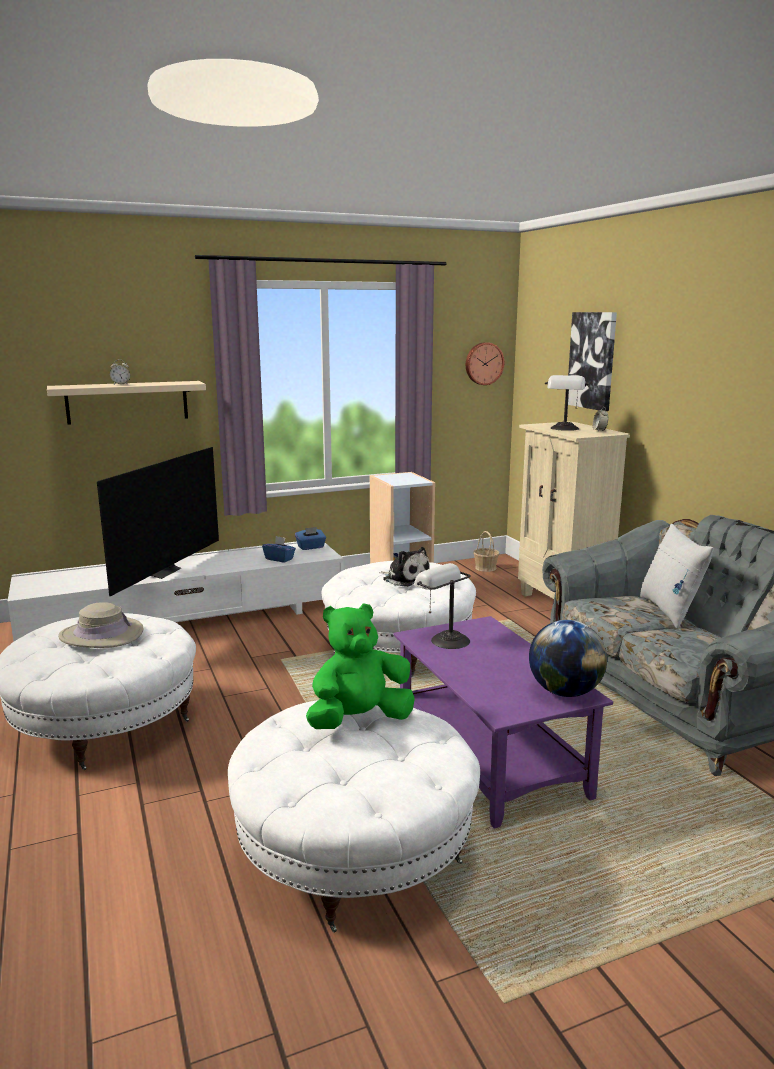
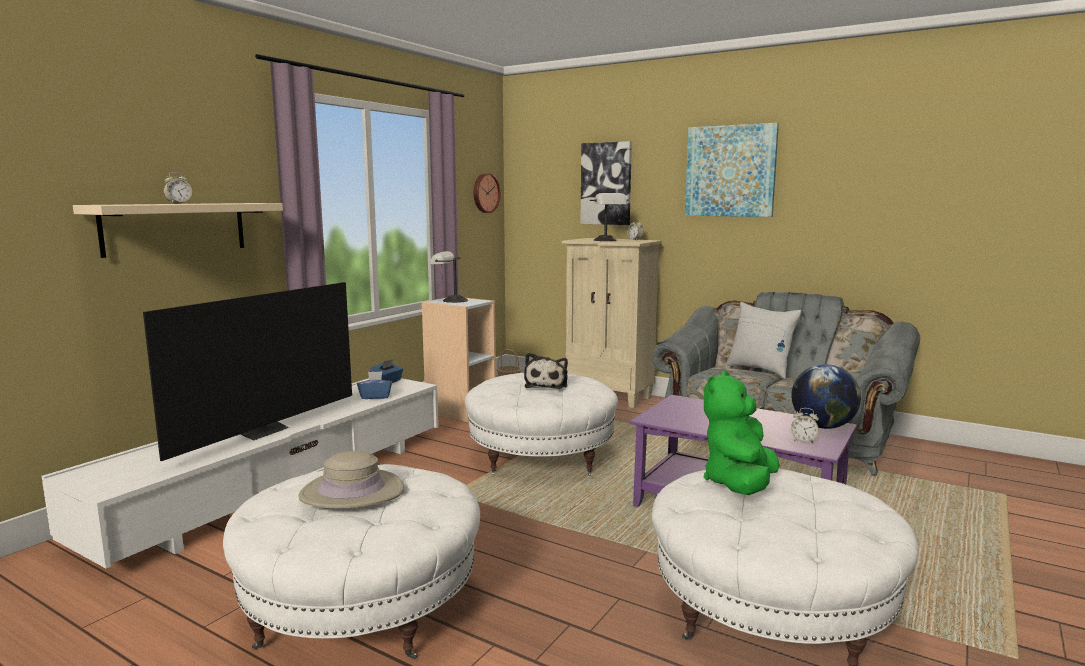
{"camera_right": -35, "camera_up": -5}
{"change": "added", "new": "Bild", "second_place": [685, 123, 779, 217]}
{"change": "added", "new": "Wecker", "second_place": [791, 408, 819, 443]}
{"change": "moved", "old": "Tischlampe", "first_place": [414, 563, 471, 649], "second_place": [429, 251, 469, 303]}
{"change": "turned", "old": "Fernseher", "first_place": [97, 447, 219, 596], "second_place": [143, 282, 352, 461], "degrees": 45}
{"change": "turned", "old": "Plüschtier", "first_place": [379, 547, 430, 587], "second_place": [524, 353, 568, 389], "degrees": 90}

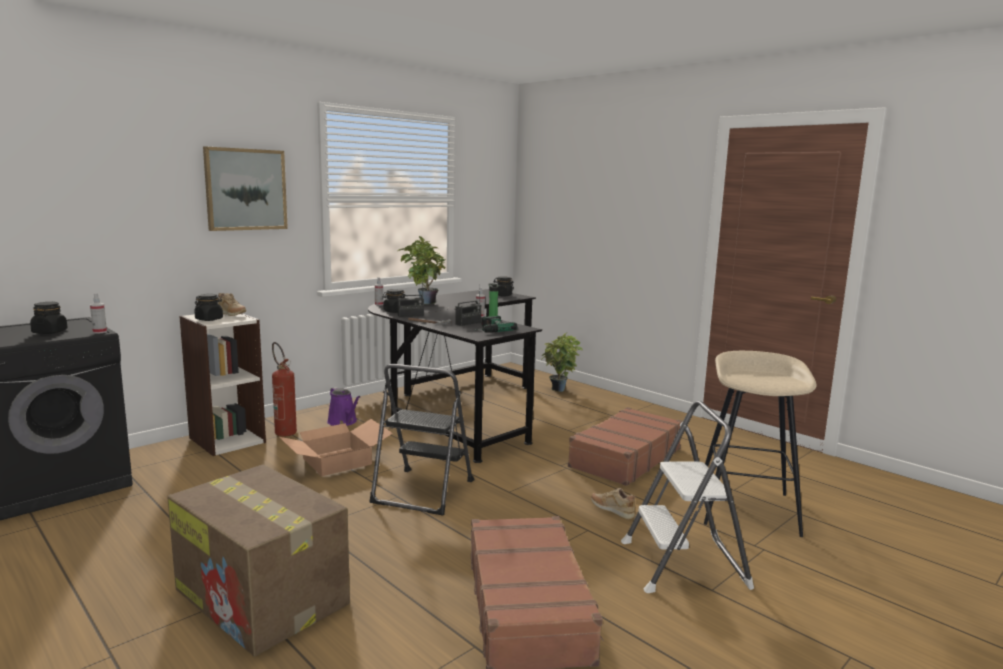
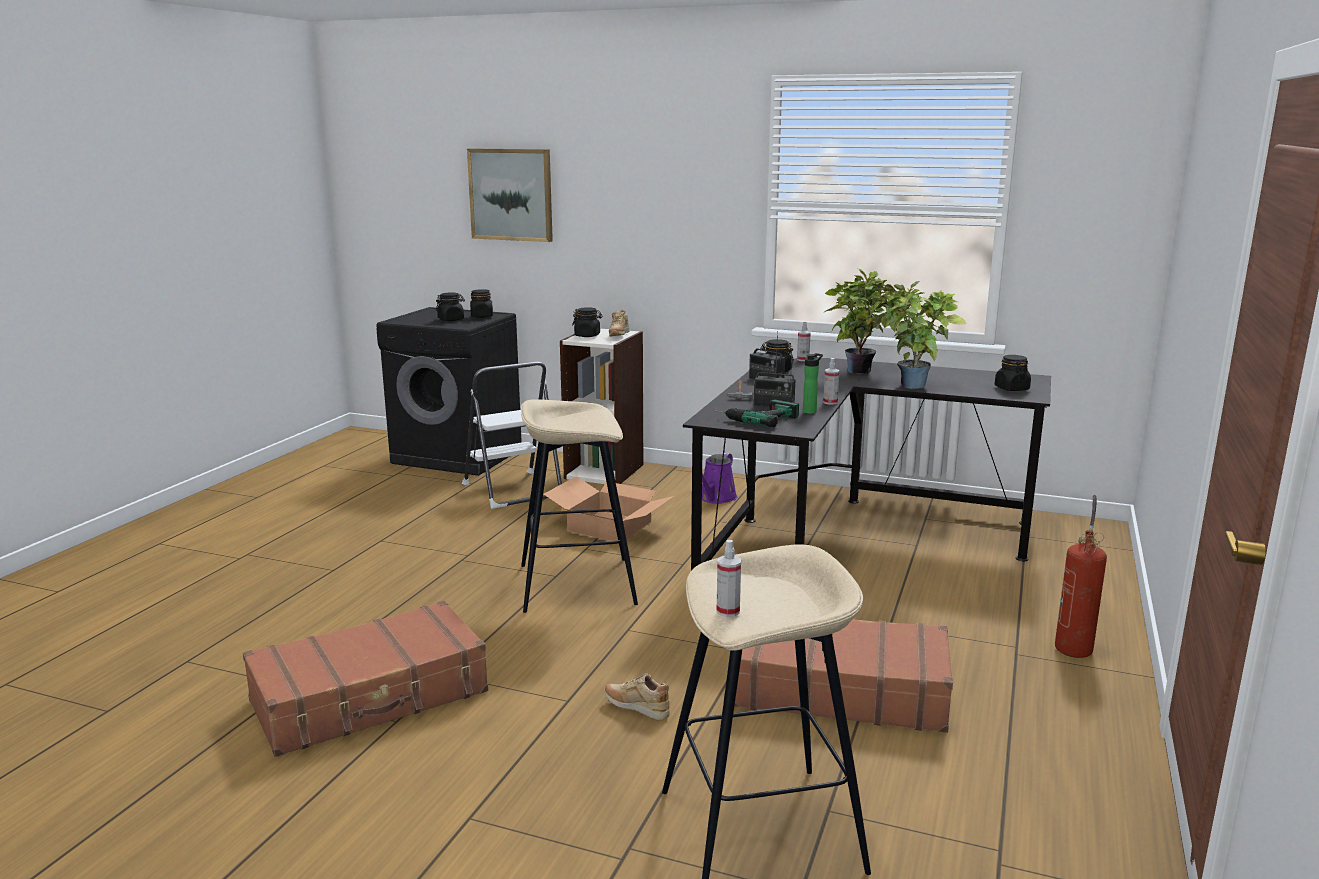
{"camera_right": 65, "camera_up": 5}
{"change": "removed", "old": "Karton", "first_place": [167, 465, 350, 656]}
{"change": "added", "new": "Vorratsglas [schwarz]", "second_place": [470, 289, 493, 318]}
{"change": "moved", "old": "Sprühflasche", "first_place": [90, 294, 107, 334], "second_place": [716, 540, 741, 617]}
{"change": "moved", "old": "Bild", "first_place": [203, 146, 288, 231], "second_place": [467, 148, 553, 242]}
{"change": "moved", "old": "Feuerlöscher", "first_place": [272, 342, 297, 437], "second_place": [1055, 495, 1107, 658]}
{"change": "moved", "old": "Topfpflanze", "first_place": [542, 332, 583, 392], "second_place": [872, 281, 966, 389]}
{"change": "moved", "old": "Trittleiter [weiß]", "first_place": [621, 401, 754, 593], "second_place": [462, 361, 562, 509]}
{"change": "replaced", "old": "Trittleiter [schwarz]", "new": "Hocker [beige]", "first_place": [370, 364, 475, 516], "second_place": [521, 399, 638, 613]}
{"change": "turned", "old": "Schuh [beige]", "first_place": [591, 487, 635, 520], "second_place": [604, 673, 670, 721], "degrees": -75}

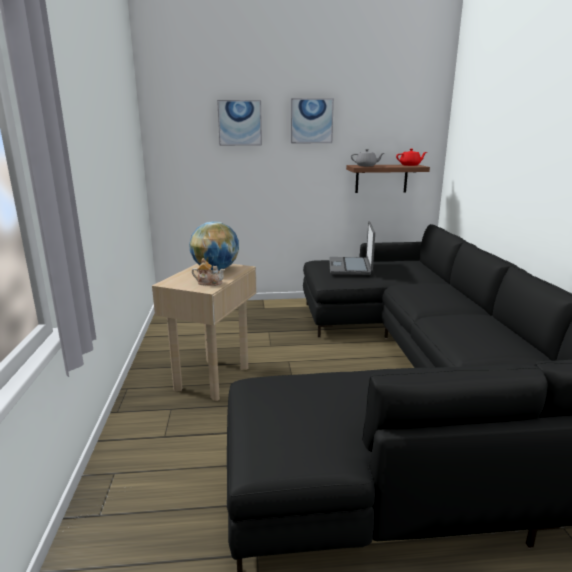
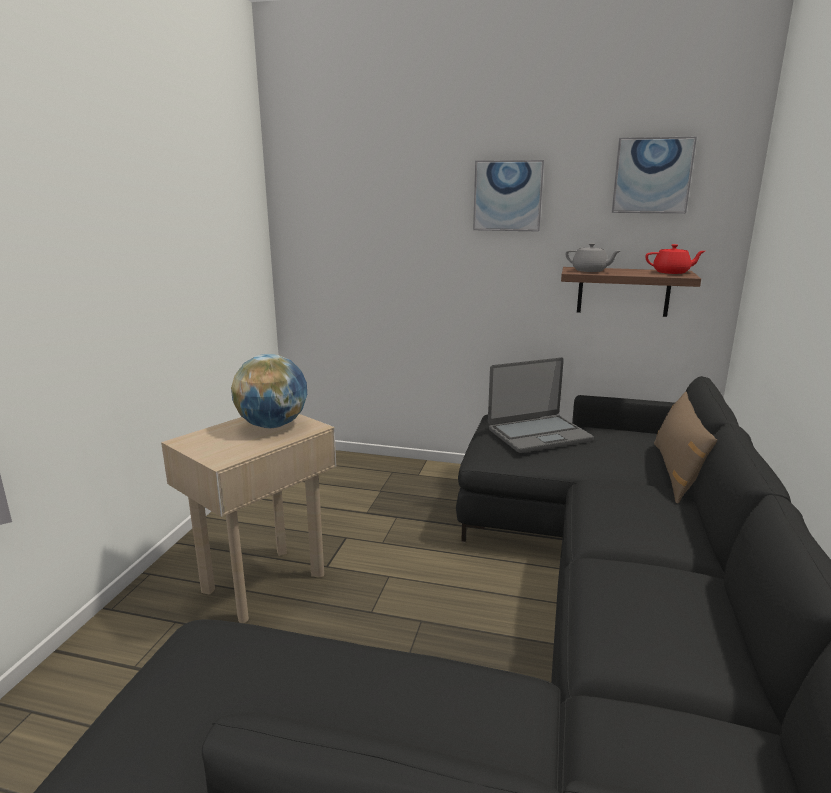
{"camera_right": 20, "camera_up": 0}
{"change": "removed", "old": "Teekanne", "first_place": [192, 258, 225, 286]}
{"change": "added", "new": "Kissen [braun]", "second_place": [654, 391, 717, 503]}
{"change": "moved", "old": "Bild", "first_place": [217, 100, 262, 146], "second_place": [612, 137, 697, 214]}
{"change": "turned", "old": "Laptop", "first_place": [329, 221, 375, 275], "second_place": [488, 357, 594, 453], "degrees": -135}

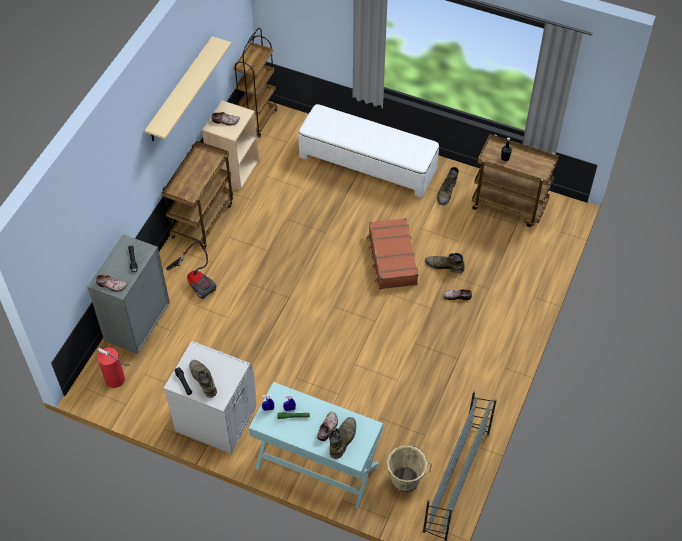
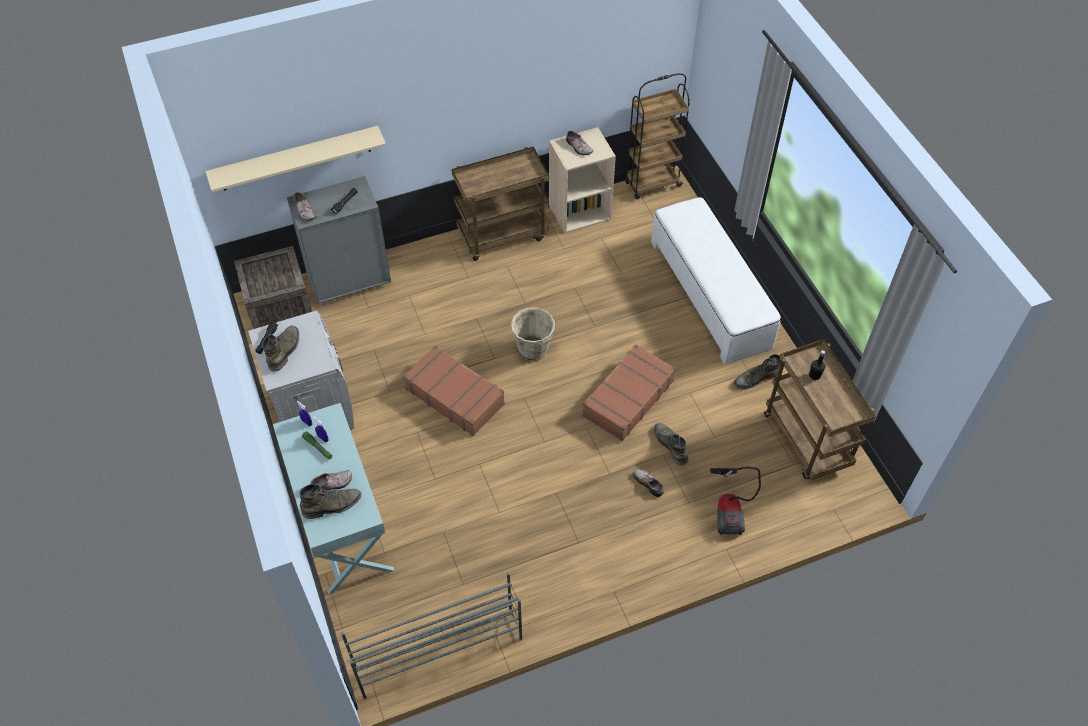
{"camera_right": 45, "camera_up": 0}
{"change": "added", "new": "Koffer [braun]", "second_place": [403, 345, 505, 436]}
{"change": "moved", "old": "Wandregal [beige]", "first_place": [145, 36, 232, 141], "second_place": [205, 126, 386, 192]}
{"change": "moved", "old": "Staubsauger", "first_place": [166, 241, 216, 299], "second_place": [710, 467, 761, 535]}
{"change": "moved", "old": "Eimer [beige]", "first_place": [387, 446, 432, 493], "second_place": [511, 307, 557, 361]}
{"change": "replaced", "old": "Feuerlöscher", "new": "Kiste", "first_place": [98, 347, 130, 388], "second_place": [234, 246, 312, 329]}

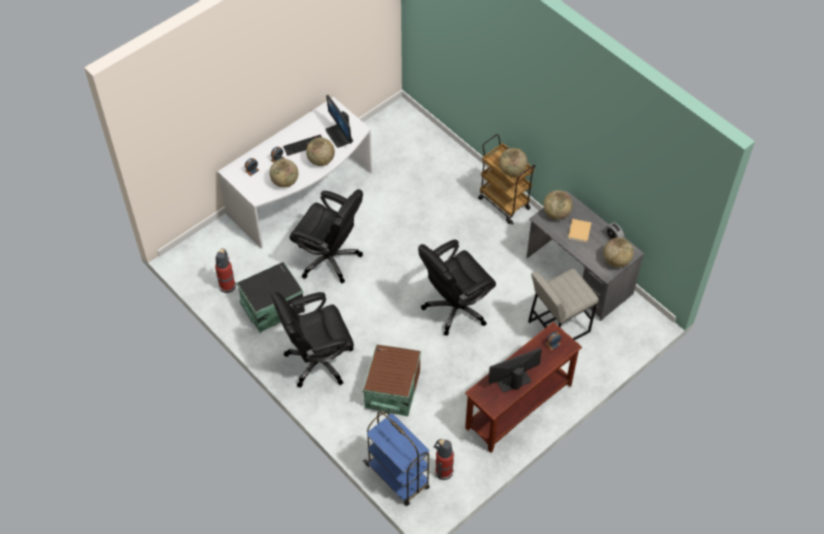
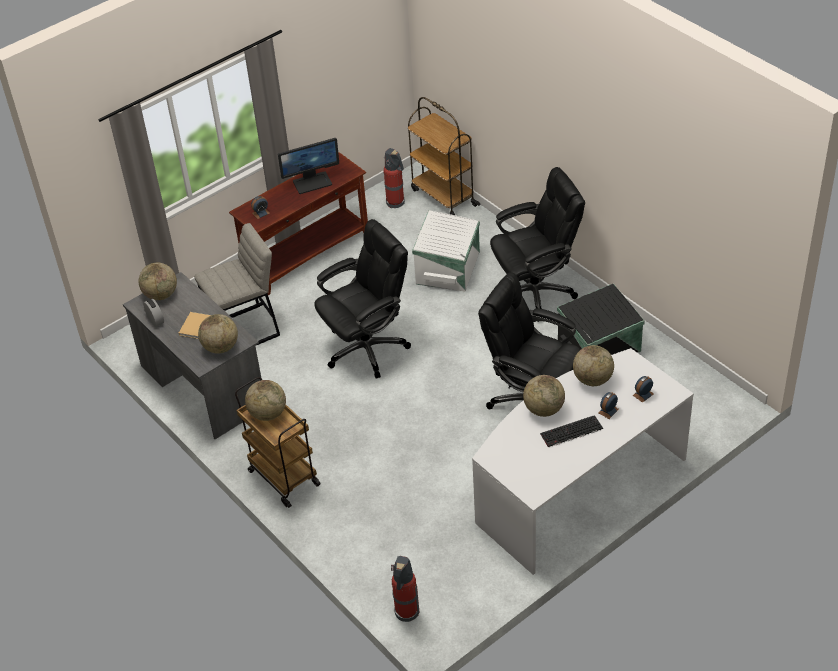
{"camera_right": -175, "camera_up": -10}
{"change": "removed", "old": "Monitor", "first_place": [325, 95, 353, 148]}
{"change": "moved", "old": "Feuerlöscher", "first_place": [215, 248, 236, 293], "second_place": [391, 556, 419, 622]}
{"change": "recoloured", "old": "Aufbewahrungsbox [braun]", "new": "Aufbewahrungsbox [weiß]", "first_place": [363, 344, 421, 416], "second_place": [412, 210, 480, 292]}
{"change": "recoloured", "old": "Rollwagen [blau]", "new": "Rollwagen [braun]", "first_place": [363, 411, 430, 506], "second_place": [408, 97, 480, 215]}

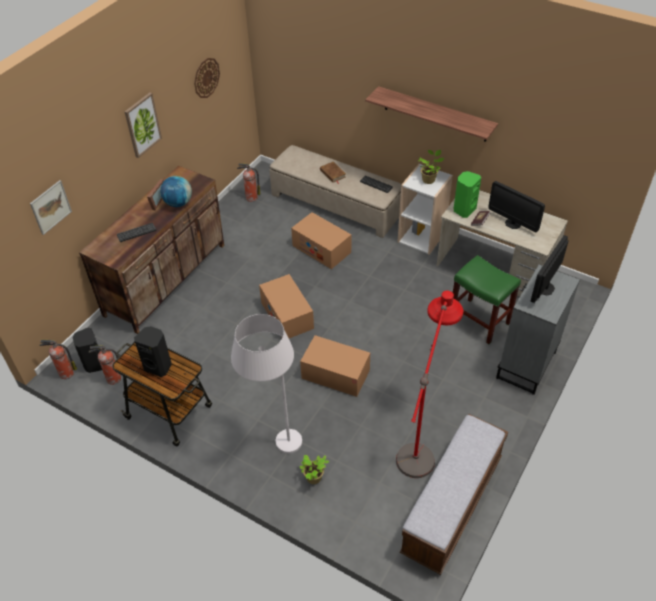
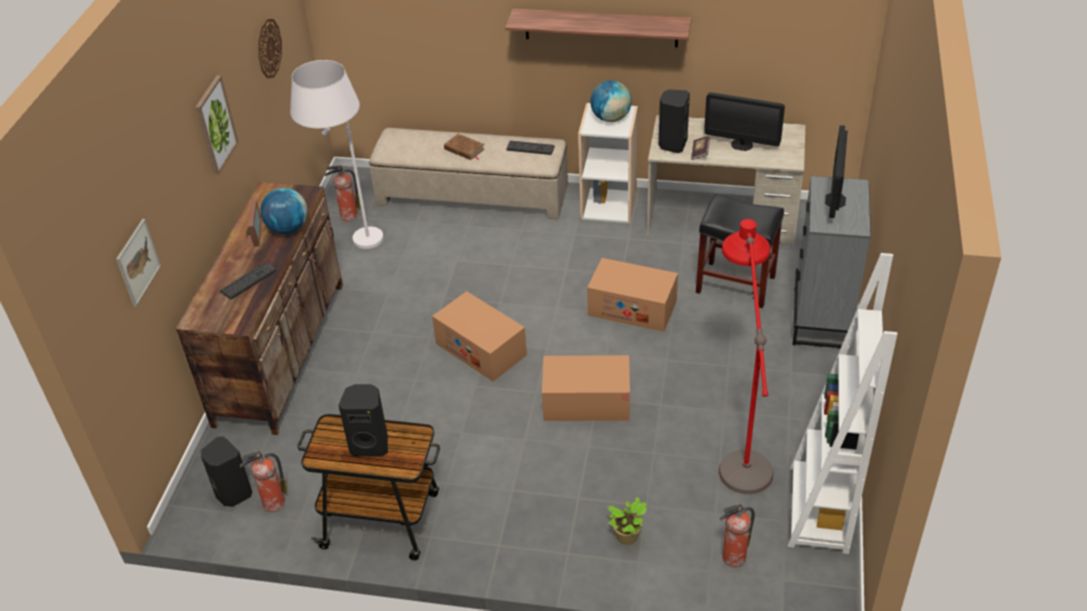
{"camera_right": -20, "camera_up": -5}
{"change": "moved", "old": "Feuerlöscher", "first_place": [39, 340, 77, 379], "second_place": [719, 504, 755, 567]}
{"change": "moved", "old": "Stehlampe [weiß]", "first_place": [231, 314, 302, 454], "second_place": [290, 60, 383, 249]}
{"change": "moved", "old": "Karton", "first_place": [291, 212, 351, 269], "second_place": [587, 258, 678, 332]}
{"change": "replaced", "old": "Bank", "new": "Bücherregal [weiß]", "first_place": [400, 414, 508, 575], "second_place": [787, 253, 897, 554]}
{"change": "replaced", "old": "Topfpflanze", "new": "Globus", "first_place": [418, 150, 444, 184], "second_place": [590, 80, 632, 122]}
{"change": "recoloured", "old": "Hocker [grün]", "new": "Hocker [schwarz]", "first_place": [453, 255, 521, 344], "second_place": [696, 194, 784, 308]}
{"change": "recoloured", "old": "Lautsprecher [grün]", "new": "Lautsprecher [schwarz]", "first_place": [454, 171, 481, 218], "second_place": [659, 90, 690, 153]}

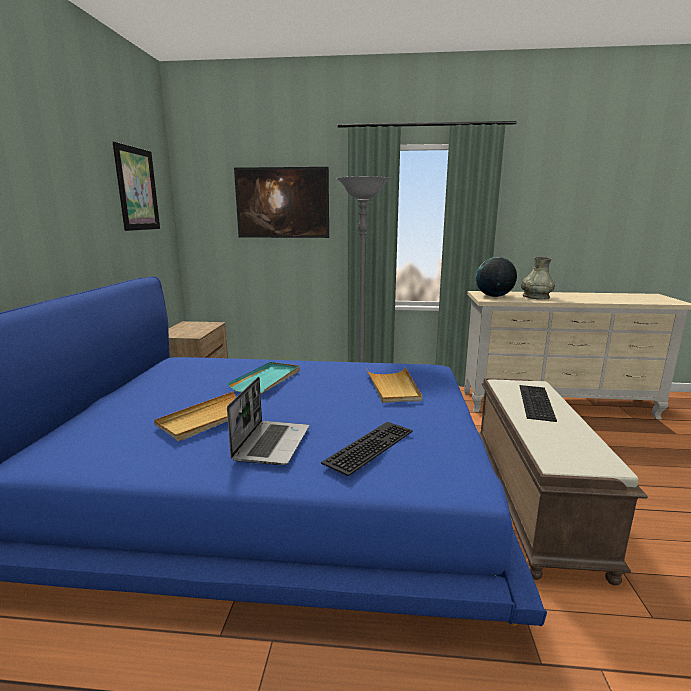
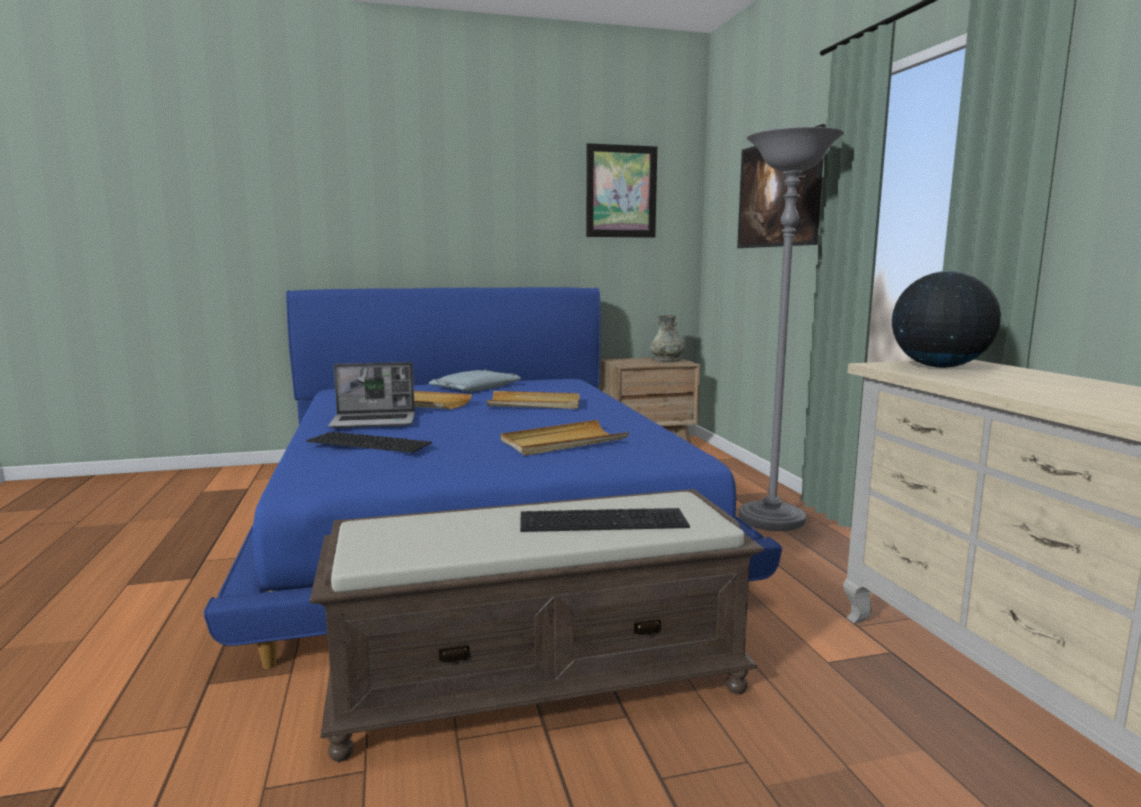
{"camera_right": 70, "camera_up": -5}
{"change": "added", "new": "Kissen [blau]", "second_place": [429, 369, 521, 392]}
{"change": "moved", "old": "Vase [grau]", "first_place": [521, 257, 555, 300], "second_place": [650, 315, 686, 362]}
{"change": "recoloured", "old": "Tablett [türkis]", "new": "Tablett [beige]", "first_place": [227, 362, 299, 393], "second_place": [487, 391, 580, 409]}

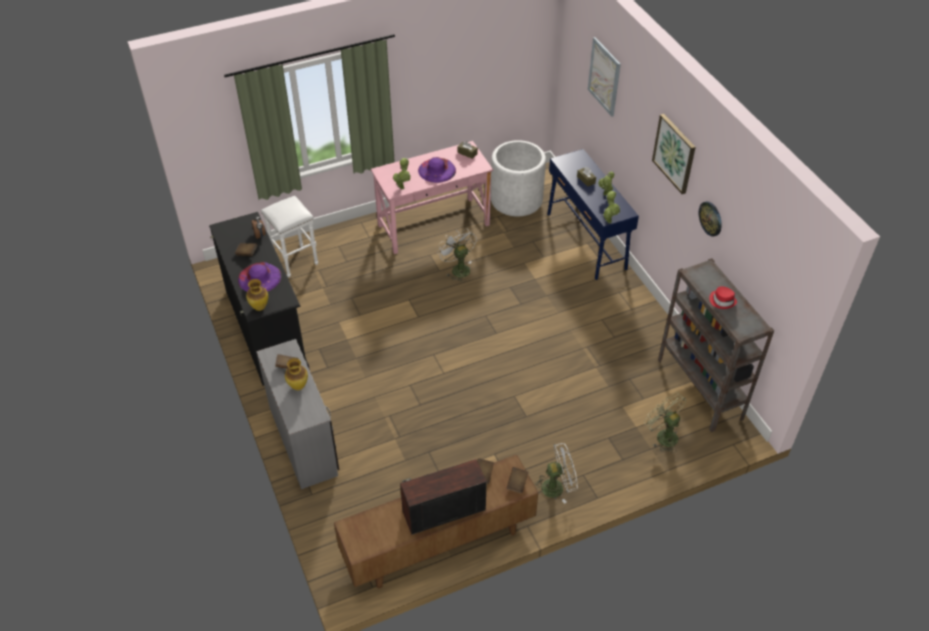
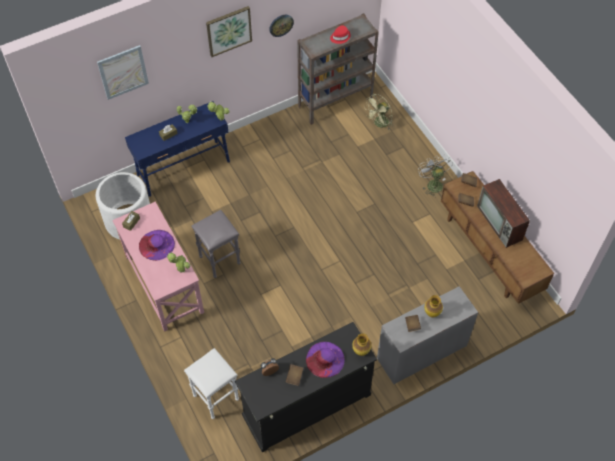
{"camera_right": -95, "camera_up": 10}
{"change": "replaced", "old": "Ventilator [weiß]", "new": "Hocker [grau]", "first_place": [437, 228, 477, 282], "second_place": [192, 210, 241, 278]}

